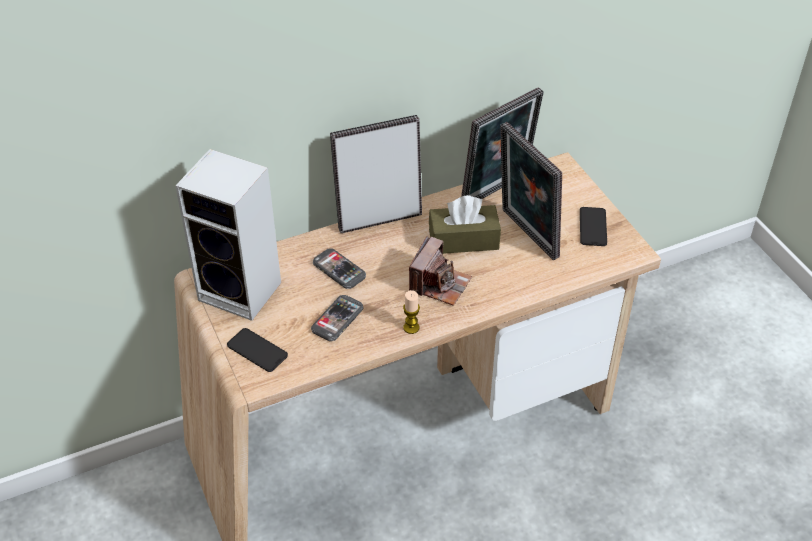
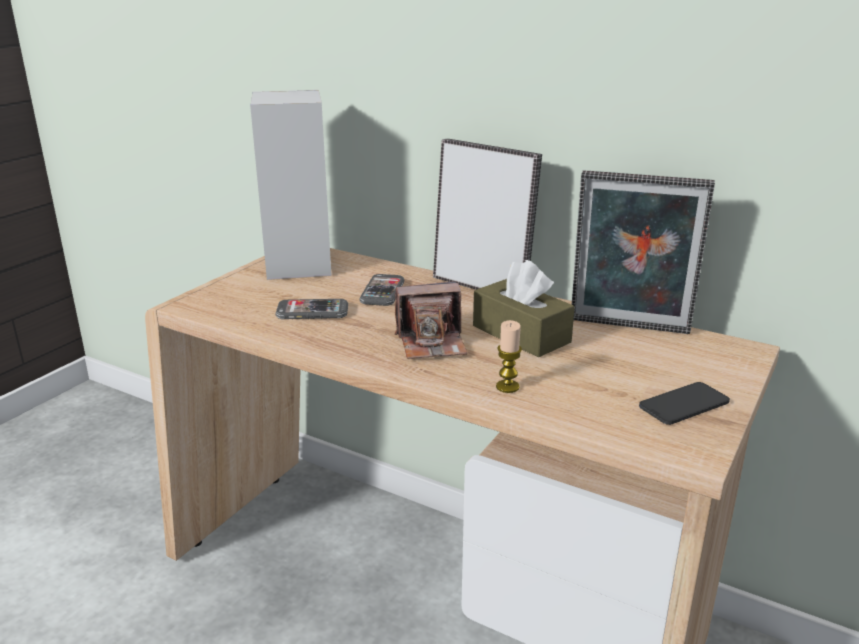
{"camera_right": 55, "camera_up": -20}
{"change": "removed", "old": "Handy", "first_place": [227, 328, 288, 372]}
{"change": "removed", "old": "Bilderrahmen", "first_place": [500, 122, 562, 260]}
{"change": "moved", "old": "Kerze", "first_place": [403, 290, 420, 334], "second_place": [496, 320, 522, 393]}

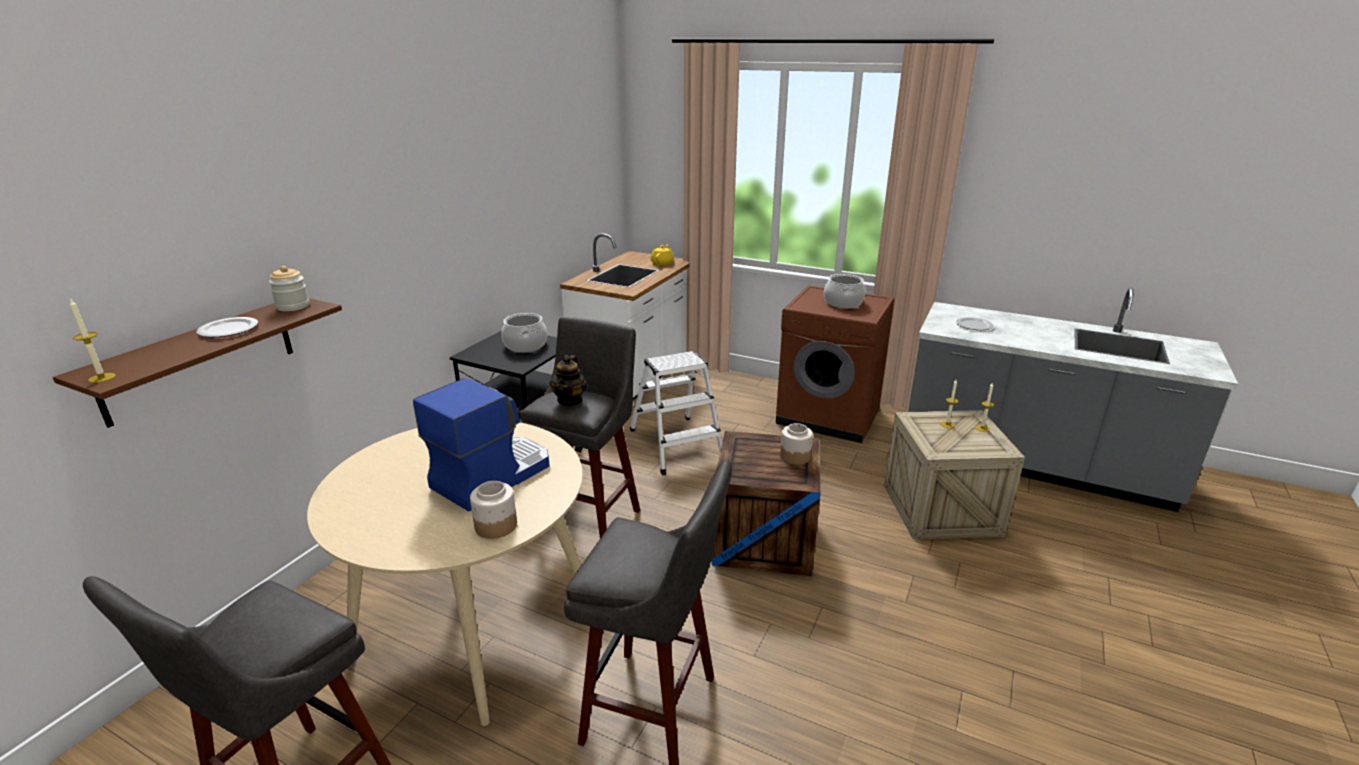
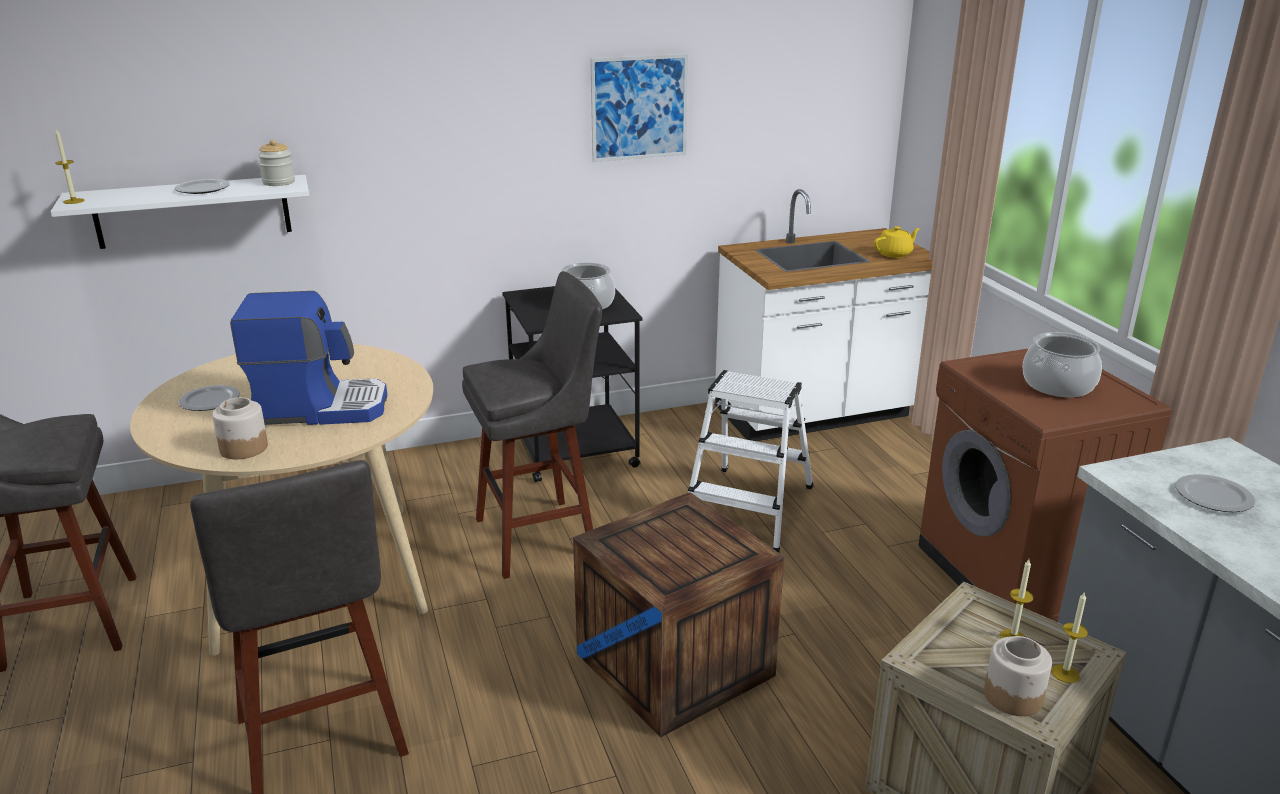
{"camera_right": 45, "camera_up": 0}
{"change": "removed", "old": "Teekanne", "first_place": [550, 355, 587, 406]}
{"change": "added", "new": "Teller", "second_place": [179, 385, 240, 411]}
{"change": "added", "new": "Bild", "second_place": [590, 54, 688, 162]}
{"change": "moved", "old": "Vorratsglas", "first_place": [780, 423, 813, 465], "second_place": [984, 636, 1052, 716]}
{"change": "recoloured", "old": "Wandregal [braun]", "new": "Wandregal [weiß]", "first_place": [53, 298, 342, 428], "second_place": [50, 175, 309, 249]}

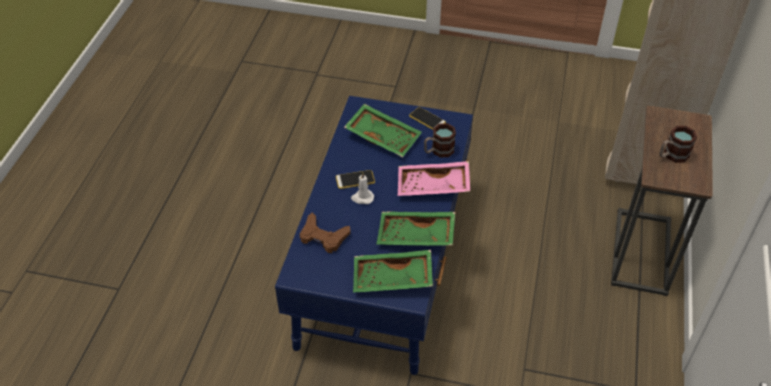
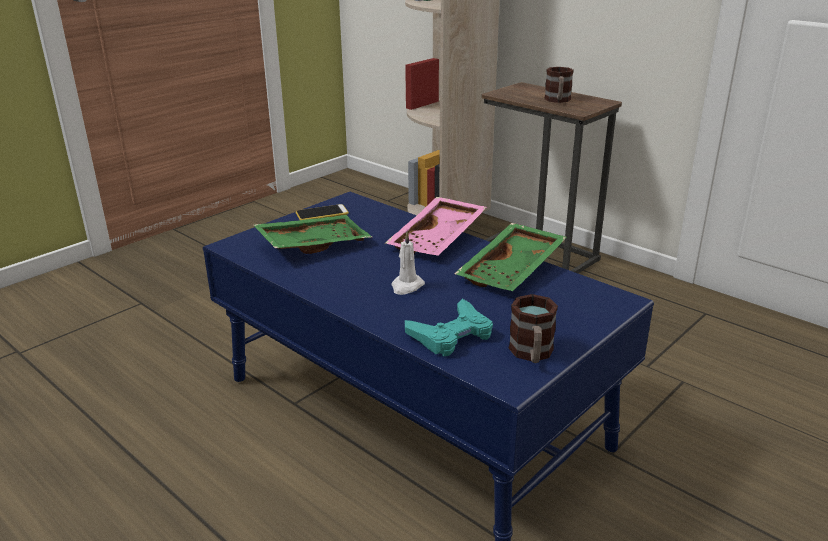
{"camera_right": -60, "camera_up": -20}
{"change": "removed", "old": "Handy", "first_place": [336, 170, 375, 189]}
{"change": "removed", "old": "Tablett [grün]", "first_place": [353, 250, 433, 293]}
{"change": "moved", "old": "Henkelbecher", "first_place": [424, 123, 456, 158], "second_place": [509, 294, 558, 363]}
{"change": "recoloured", "old": "Gamepad [braun]", "new": "Gamepad [türkis]", "first_place": [300, 213, 351, 253], "second_place": [405, 299, 493, 357]}

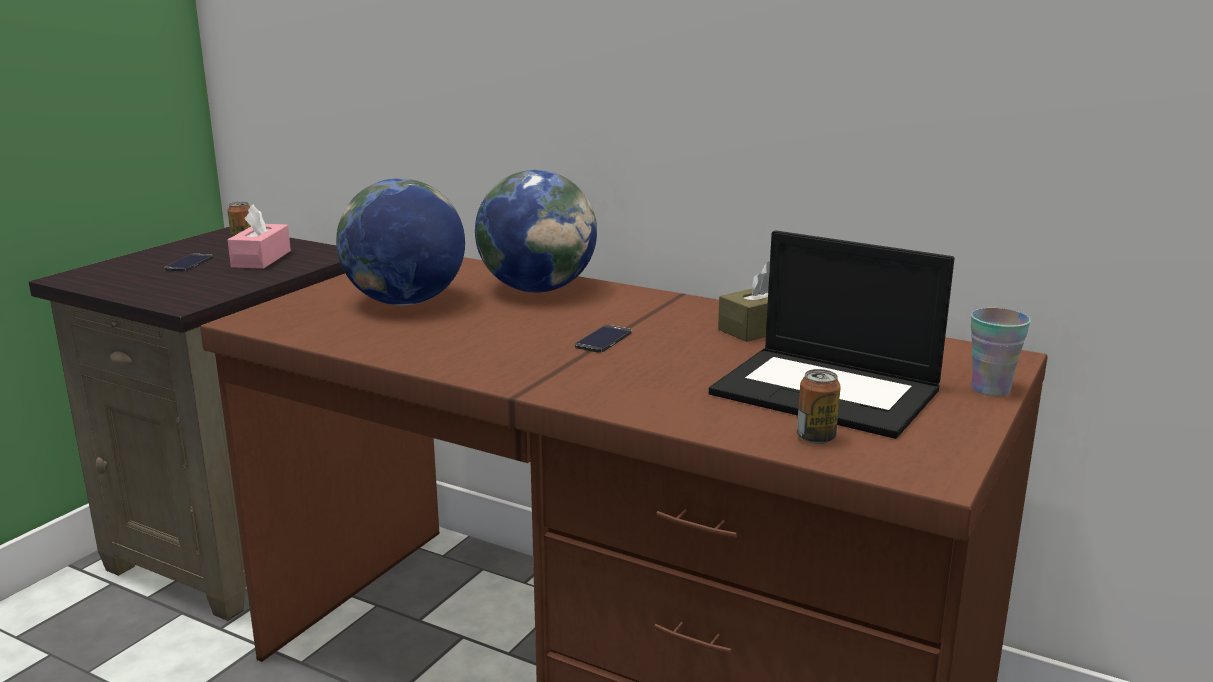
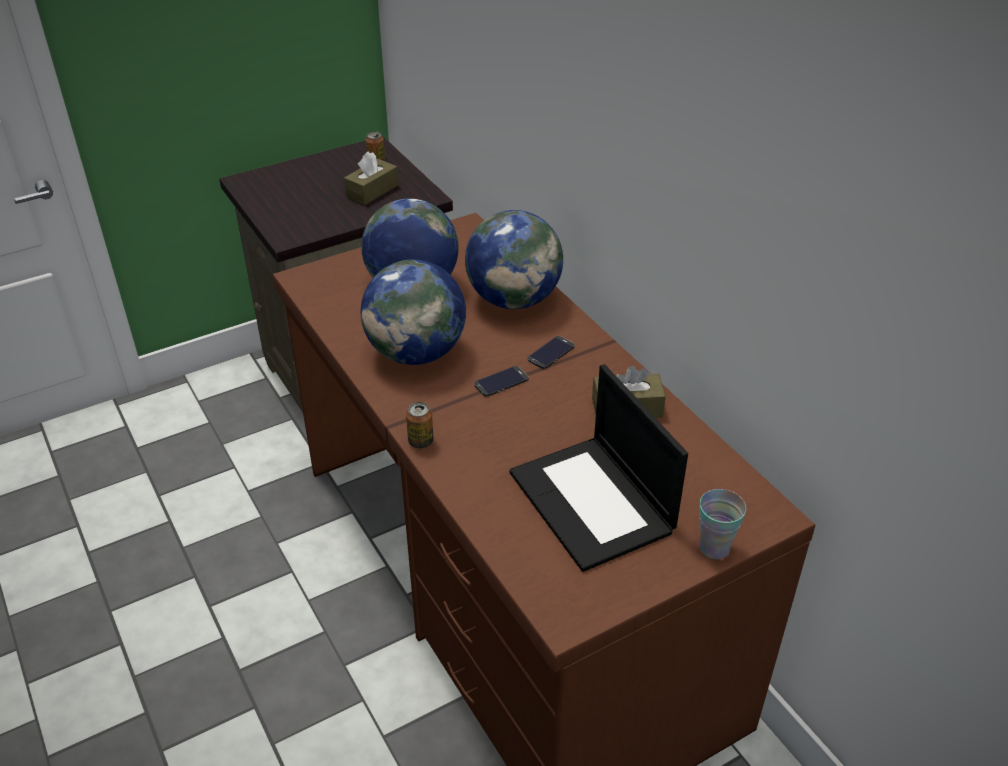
{"camera_right": 30, "camera_up": 20}
{"change": "added", "new": "Globus", "second_place": [361, 259, 466, 365]}
{"change": "moved", "old": "Handy", "first_place": [164, 254, 213, 271], "second_place": [528, 336, 575, 369]}
{"change": "moved", "old": "Dose", "first_place": [797, 369, 841, 444], "second_place": [406, 402, 434, 449]}
{"change": "recoloured", "old": "Taschentuchbox [rosa]", "new": "Taschentuchbox [braun]", "first_place": [228, 205, 291, 269], "second_place": [344, 151, 398, 205]}

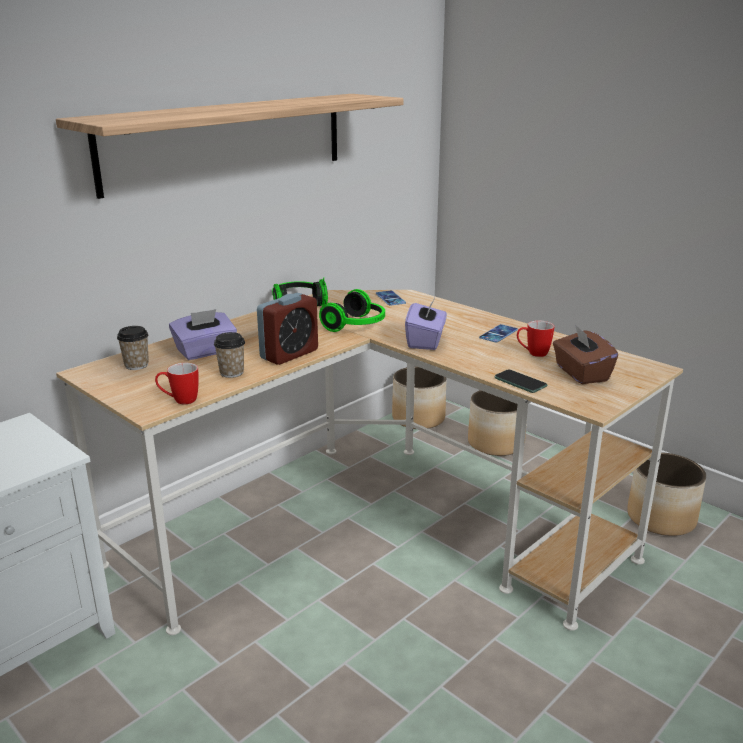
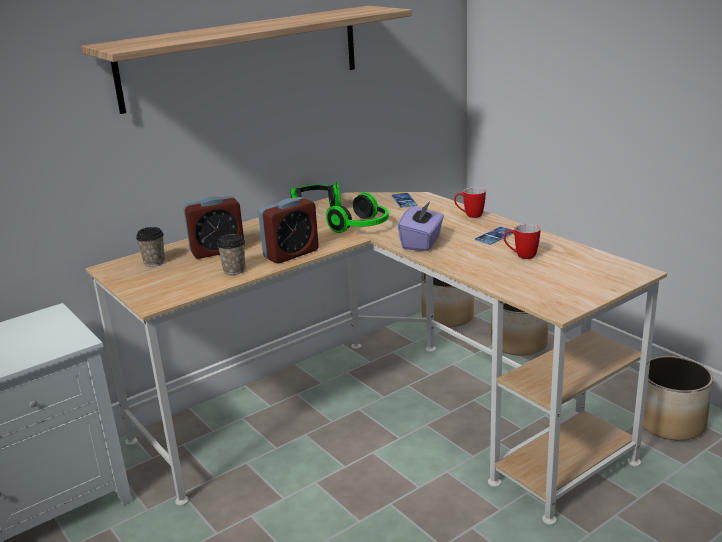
{"camera_right": 10, "camera_up": 0}
{"change": "removed", "old": "Handy", "first_place": [494, 370, 547, 393]}
{"change": "removed", "old": "Taschentuchbox [braun]", "first_place": [553, 325, 618, 384]}
{"change": "moved", "old": "Henkelbecher", "first_place": [155, 363, 199, 404], "second_place": [454, 187, 486, 218]}
{"change": "replaced", "old": "Taschentuchbox [lila]", "new": "Wecker", "first_place": [169, 309, 237, 360], "second_place": [183, 196, 245, 259]}

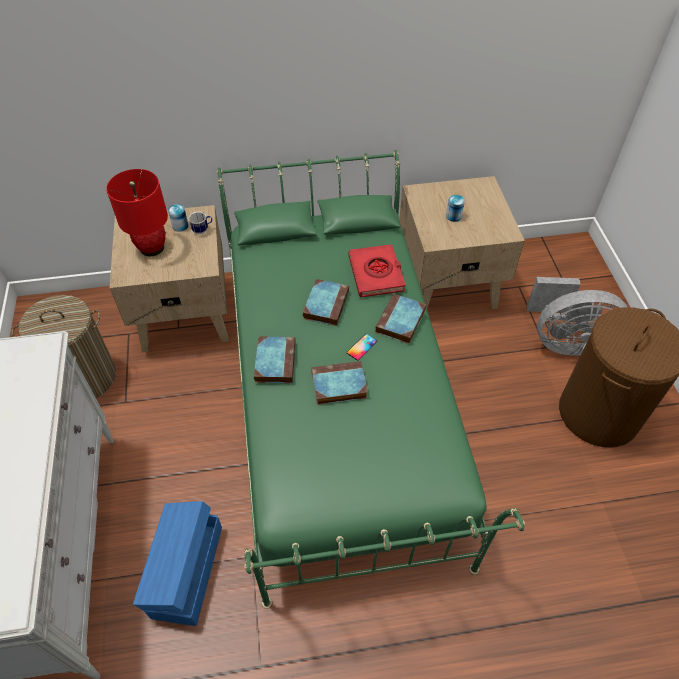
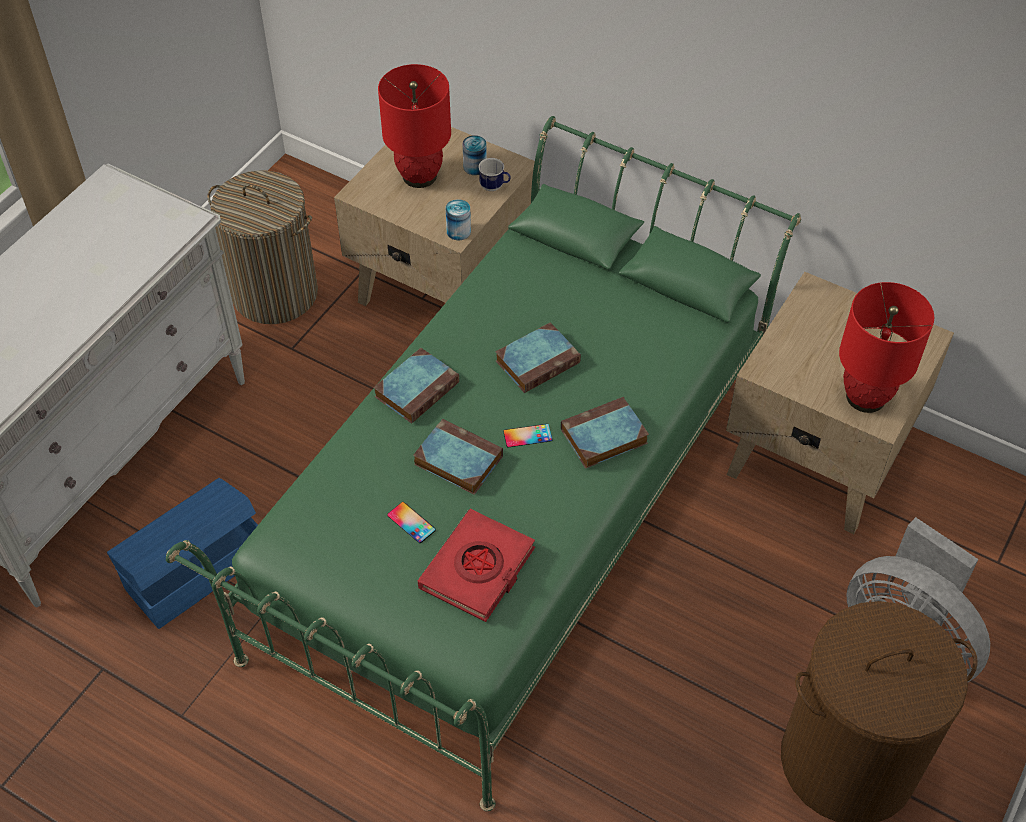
{"camera_right": 40, "camera_up": 0}
{"change": "added", "new": "Handy", "second_place": [387, 502, 436, 543]}
{"change": "added", "new": "Tischlampe [rot]", "second_place": [839, 282, 934, 413]}
{"change": "moved", "old": "Buch [rot]", "first_place": [349, 244, 406, 297], "second_place": [418, 509, 535, 622]}
{"change": "moved", "old": "Dose", "first_place": [446, 195, 465, 222], "second_place": [446, 199, 471, 240]}

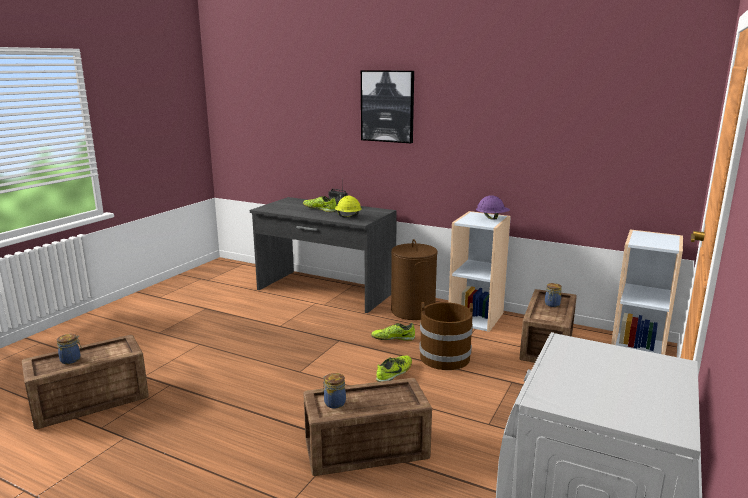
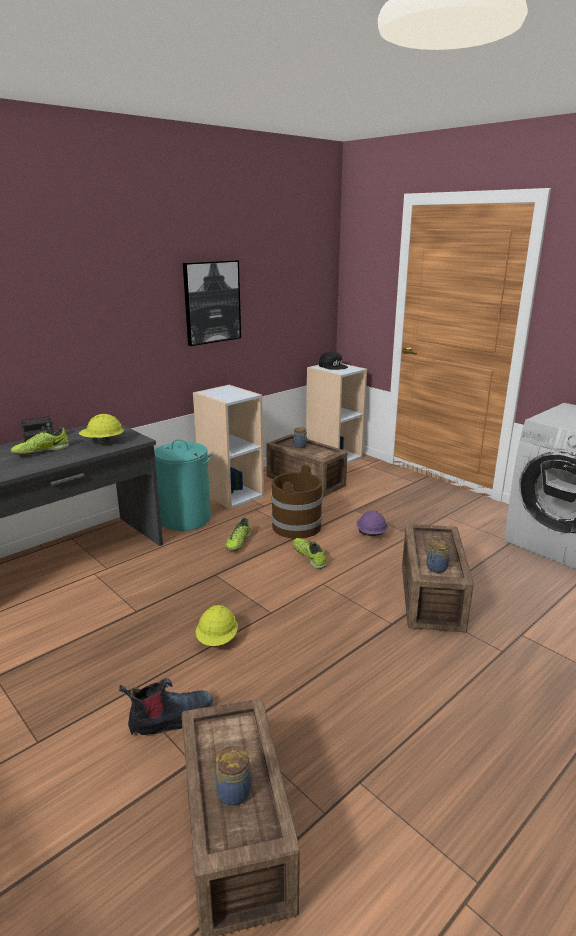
{"camera_right": -70, "camera_up": 5}
{"change": "added", "new": "Stiefel", "second_place": [119, 678, 213, 735]}
{"change": "added", "new": "Schutzhelm [gelb]", "second_place": [196, 605, 238, 646]}
{"change": "added", "new": "Kappe [schwarz]", "second_place": [319, 352, 348, 370]}
{"change": "moved", "old": "Bild", "first_place": [361, 70, 414, 143], "second_place": [183, 260, 241, 346]}
{"change": "moved", "old": "Schutzhelm [lila]", "first_place": [476, 195, 510, 220], "second_place": [357, 510, 388, 536]}
{"change": "recoloured", "old": "Wäschekorb [braun]", "new": "Wäschekorb [türkis]", "first_place": [391, 239, 438, 320], "second_place": [154, 439, 214, 531]}

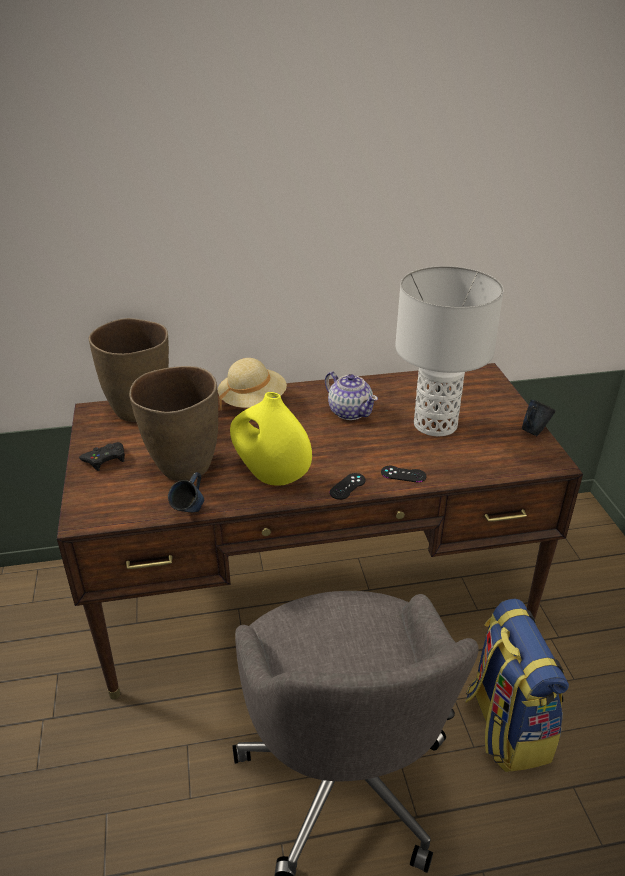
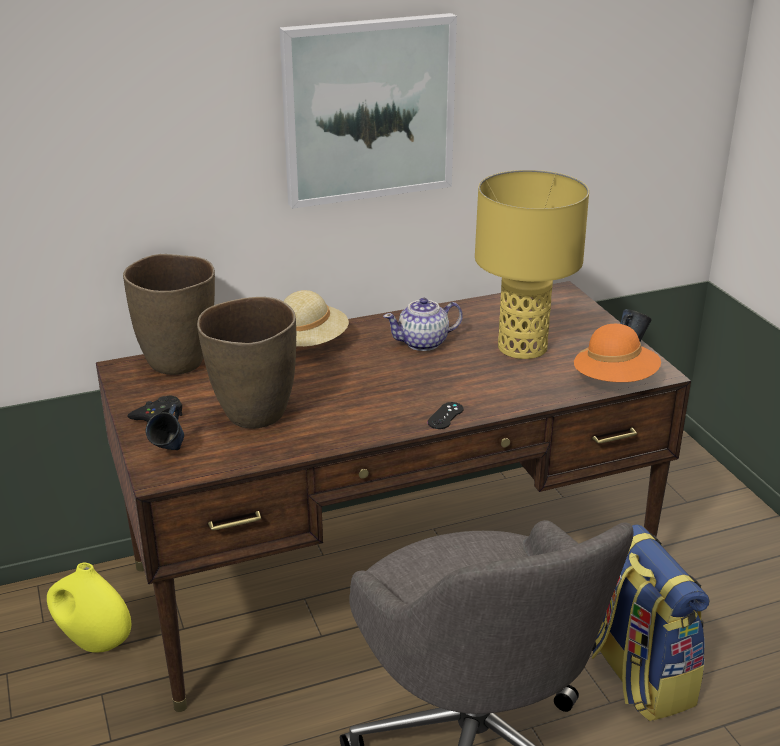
{"camera_right": -10, "camera_up": -5}
{"change": "removed", "old": "Gamepad [schwarz]", "first_place": [381, 466, 426, 482]}
{"change": "added", "new": "Bild", "second_place": [279, 13, 457, 209]}
{"change": "added", "new": "Hut [orange]", "second_place": [574, 324, 661, 382]}
{"change": "moved", "old": "Henkelbecher [blau]", "first_place": [168, 472, 204, 512], "second_place": [145, 404, 184, 450]}
{"change": "moved", "old": "Vase [gelb]", "first_place": [230, 392, 312, 486], "second_place": [47, 563, 131, 653]}
{"change": "recoloured", "old": "Tischlampe [weiß]", "new": "Tischlampe [gelb]", "first_place": [395, 266, 504, 436], "second_place": [475, 170, 589, 359]}
{"change": "turned", "old": "Teekanne", "first_place": [325, 371, 378, 420], "second_place": [383, 298, 463, 351], "degrees": 120}

